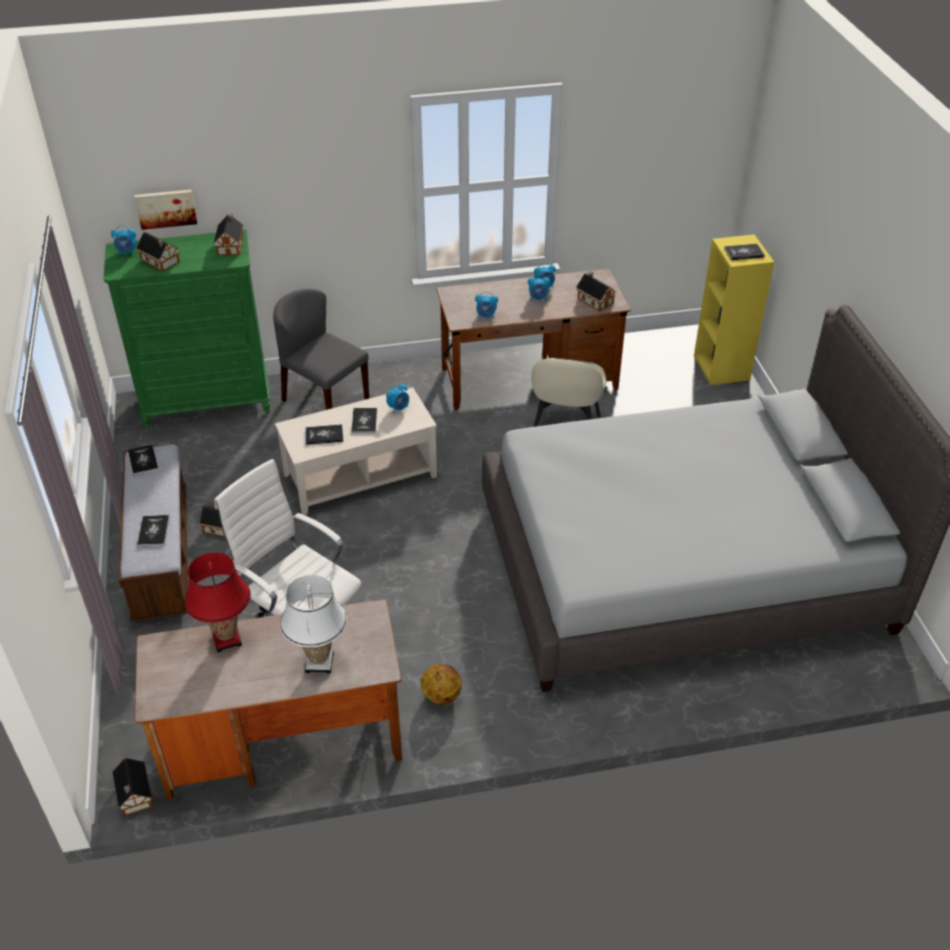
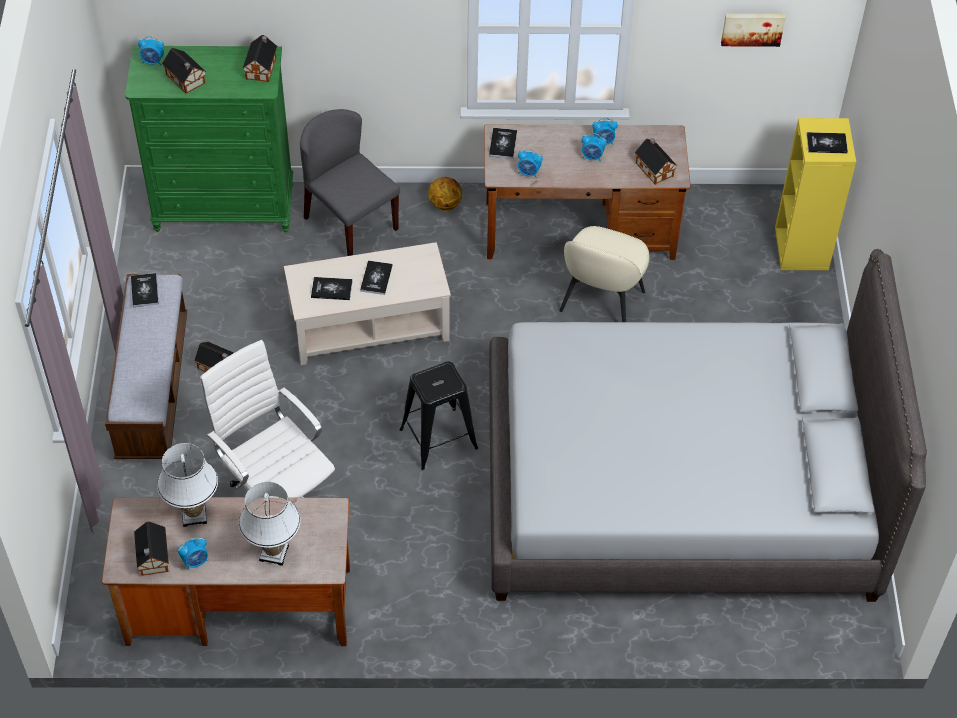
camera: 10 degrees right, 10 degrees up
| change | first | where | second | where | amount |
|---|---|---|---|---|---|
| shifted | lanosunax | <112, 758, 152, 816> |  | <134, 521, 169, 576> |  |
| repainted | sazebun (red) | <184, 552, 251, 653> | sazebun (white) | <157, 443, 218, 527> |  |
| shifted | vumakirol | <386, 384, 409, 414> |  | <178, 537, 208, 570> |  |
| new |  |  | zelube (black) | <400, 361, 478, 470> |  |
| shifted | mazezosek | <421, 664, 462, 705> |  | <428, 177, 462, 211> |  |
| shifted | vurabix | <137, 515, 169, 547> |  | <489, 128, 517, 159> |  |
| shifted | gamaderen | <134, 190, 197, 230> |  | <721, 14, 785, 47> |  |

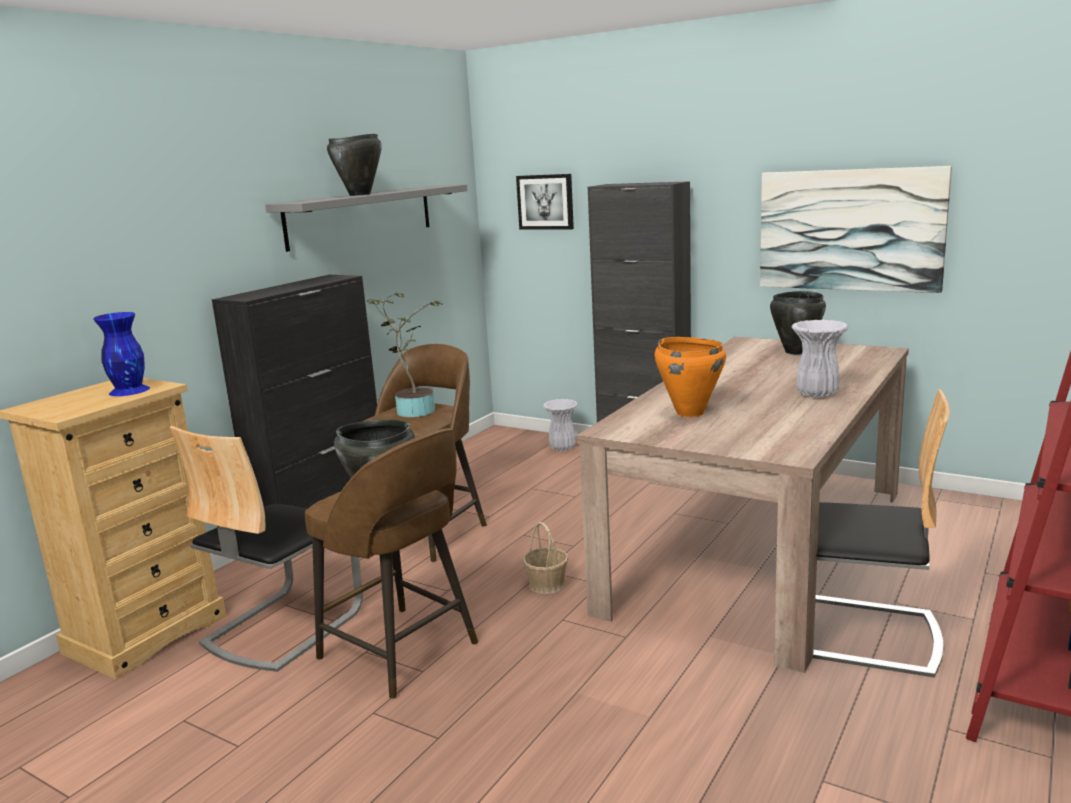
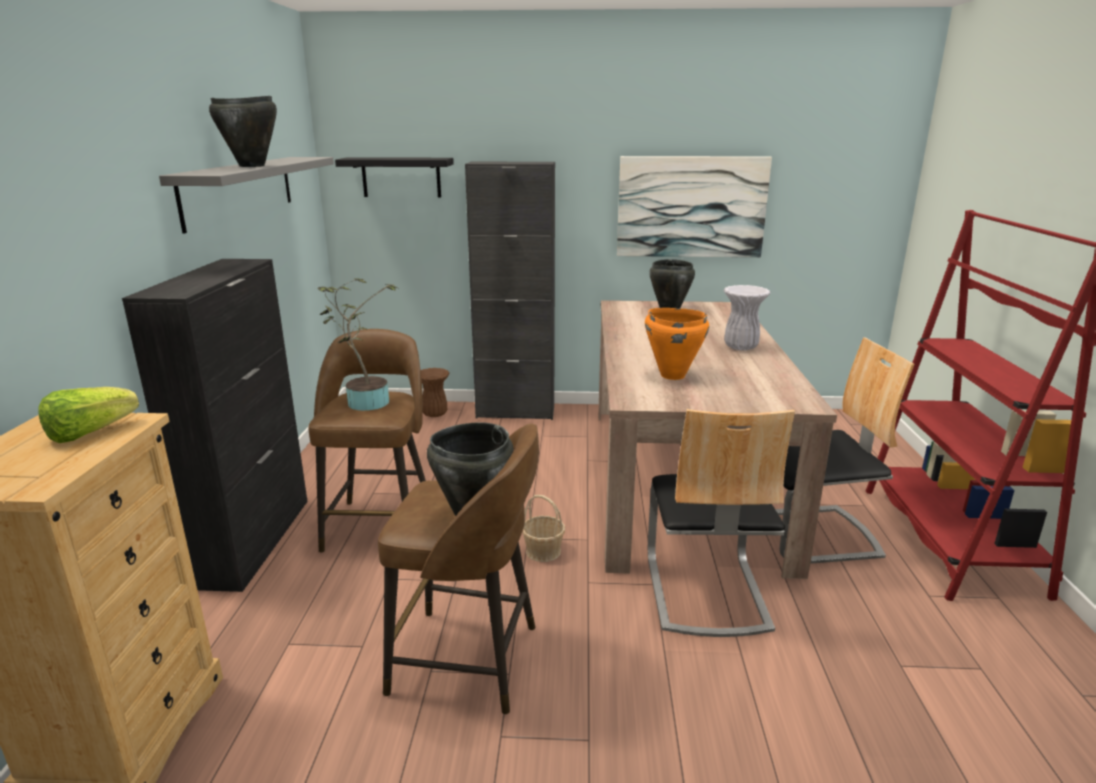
camera: 30 degrees left, 5 degrees up
| change | first | where | second | where | amount |
|---|---|---|---|---|---|
| swapped | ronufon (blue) | <93, 312, 150, 396> | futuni | <38, 387, 139, 443> |  |
| swapped | gamaderen | <516, 174, 574, 230> | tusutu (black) | <335, 157, 454, 197> |  |
| repainted | ronufon (white) | <543, 399, 578, 451> | ronufon (brown) | <421, 368, 450, 417> |  |
| shifted | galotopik | <169, 426, 363, 672> |  | <648, 409, 795, 637> |  |

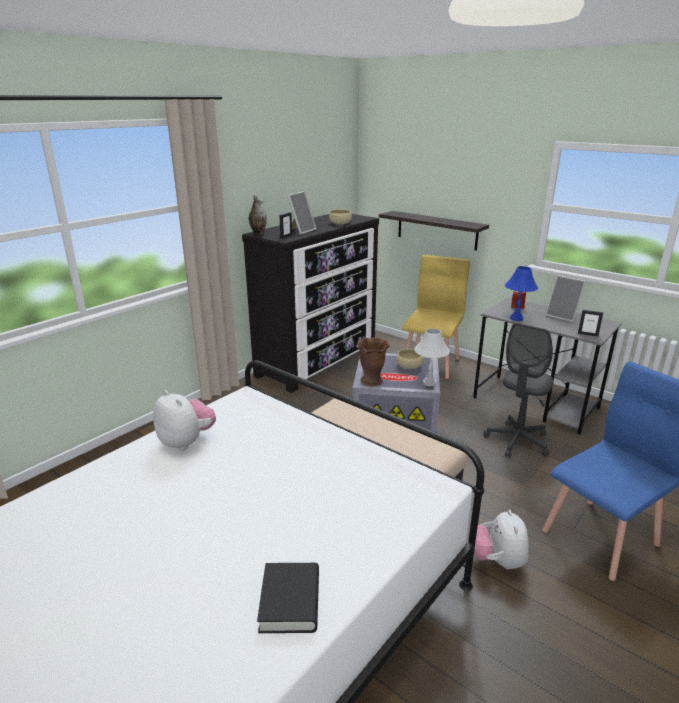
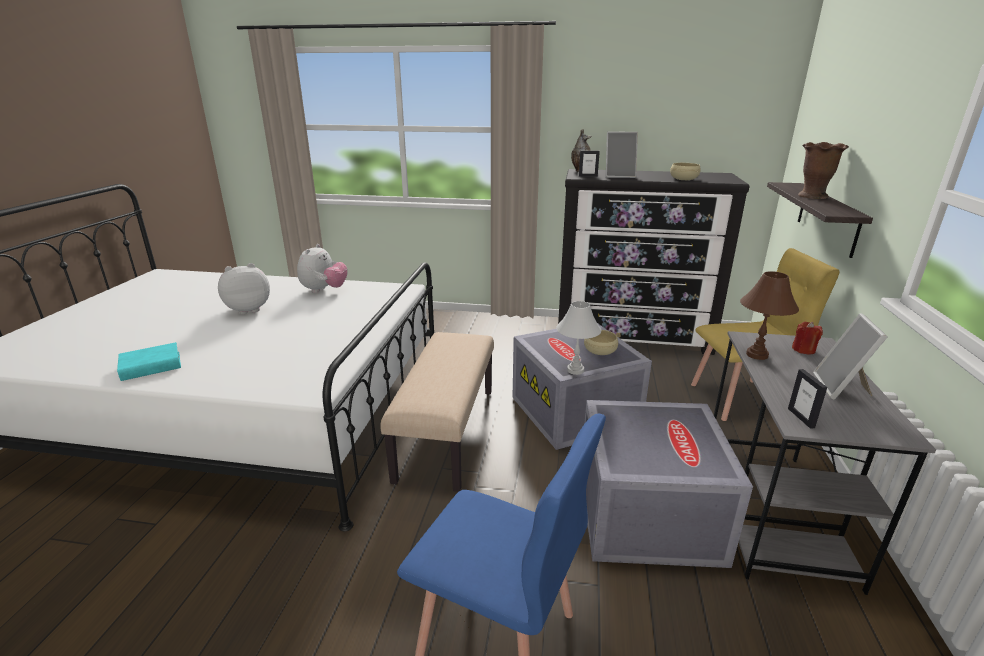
camera: 60 degrees right, 0 degrees up
| change | first | where | second | where | amount |
|---|---|---|---|---|---|
| repainted | vurabix (black) | <257, 563, 319, 633> | vurabix (turquoise) | <117, 342, 181, 381> |  |
| shifted | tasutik | <474, 510, 529, 569> |  | <218, 263, 270, 315> |  |
| swapped | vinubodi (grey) | <484, 323, 553, 458> | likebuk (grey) | <584, 400, 753, 568> |  |
| repainted | sazebun (blue) | <505, 266, 538, 321> | sazebun (brown) | <740, 271, 799, 360> |  |
| shifted | ronufon (brown) | <356, 337, 390, 386> |  | <798, 142, 849, 199> |  |

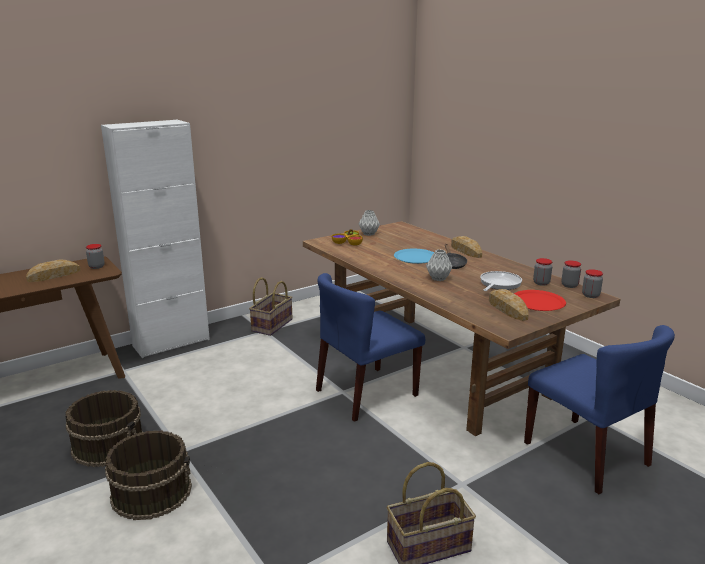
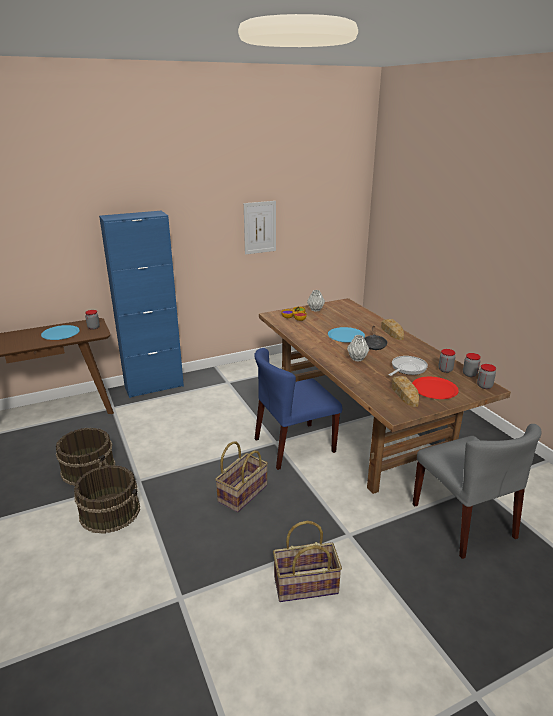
camera: 10 degrees right, 5 degrees up
| change | first | where | second | where | amount |
|---|---|---|---|---|---|
| swapped | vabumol | <26, 259, 81, 282> | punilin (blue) | <41, 325, 80, 340> |  |
| repainted | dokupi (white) | <101, 120, 210, 358> | dokupi (blue) | <99, 211, 184, 398> |  |
| shifted | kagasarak | <249, 277, 293, 336> |  | <215, 441, 268, 512> |  |
| new |  |  | gamaderen | <244, 201, 276, 255> |  |
| repainted | galotopik (blue) | <524, 325, 675, 494> | galotopik (grey) | <413, 424, 541, 559> |  |

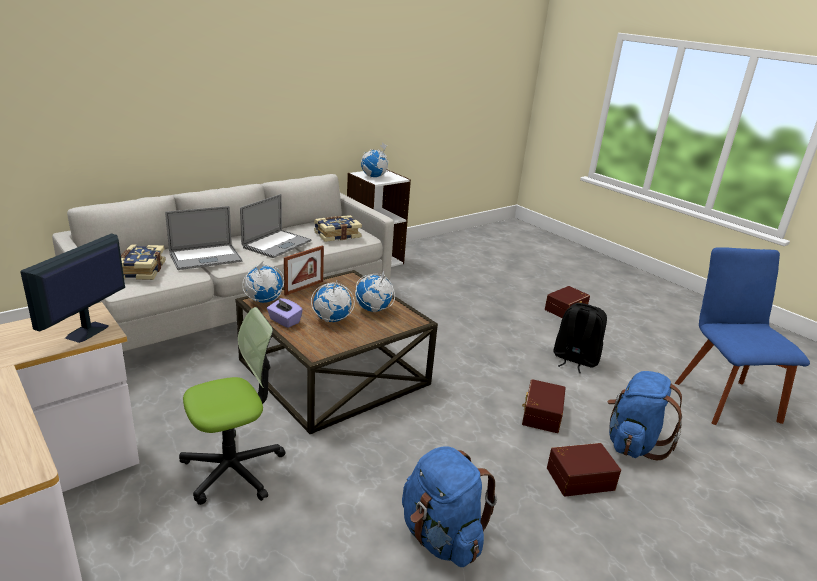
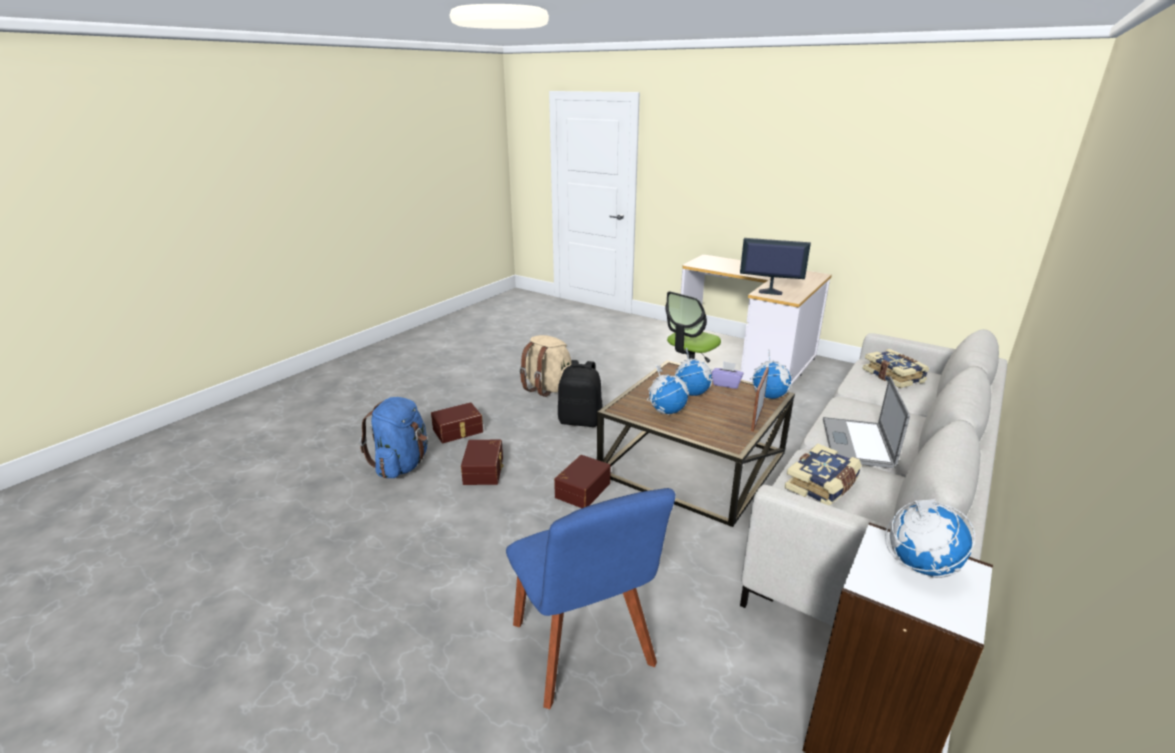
camera: 165 degrees right, 0 degrees up
| change | first | where | second | where | amount |
|---|---|---|---|---|---|
| shifted | galotopik (blue) | <675, 247, 810, 425> |  | <506, 488, 675, 709> |  |
| repainted | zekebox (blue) | <402, 447, 497, 567> | zekebox (beige) | <519, 335, 572, 397> |  |
| shifted | likebuk (brown) | <545, 286, 590, 318> |  | <554, 455, 611, 508> |  |
| shifted | zekebox (black) | <553, 303, 607, 373> |  | <558, 360, 603, 427> |  |
| rotated | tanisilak | <20, 234, 125, 343> |  | <740, 238, 811, 295> | 75 degrees counterclockwise |
| gone | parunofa | <165, 206, 242, 270> |  |  |  |

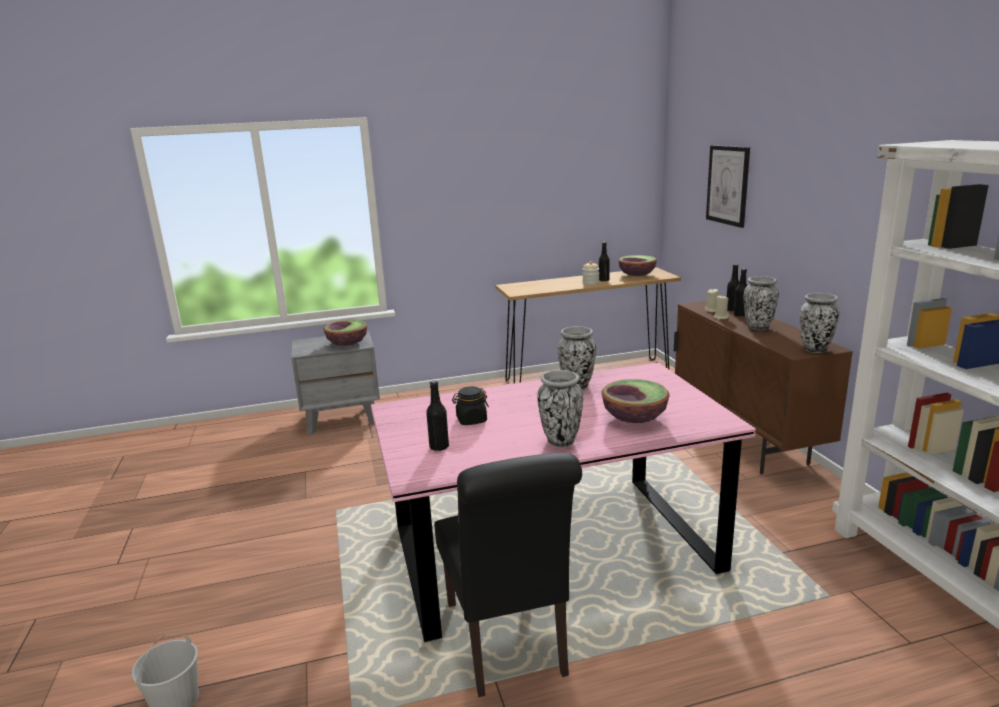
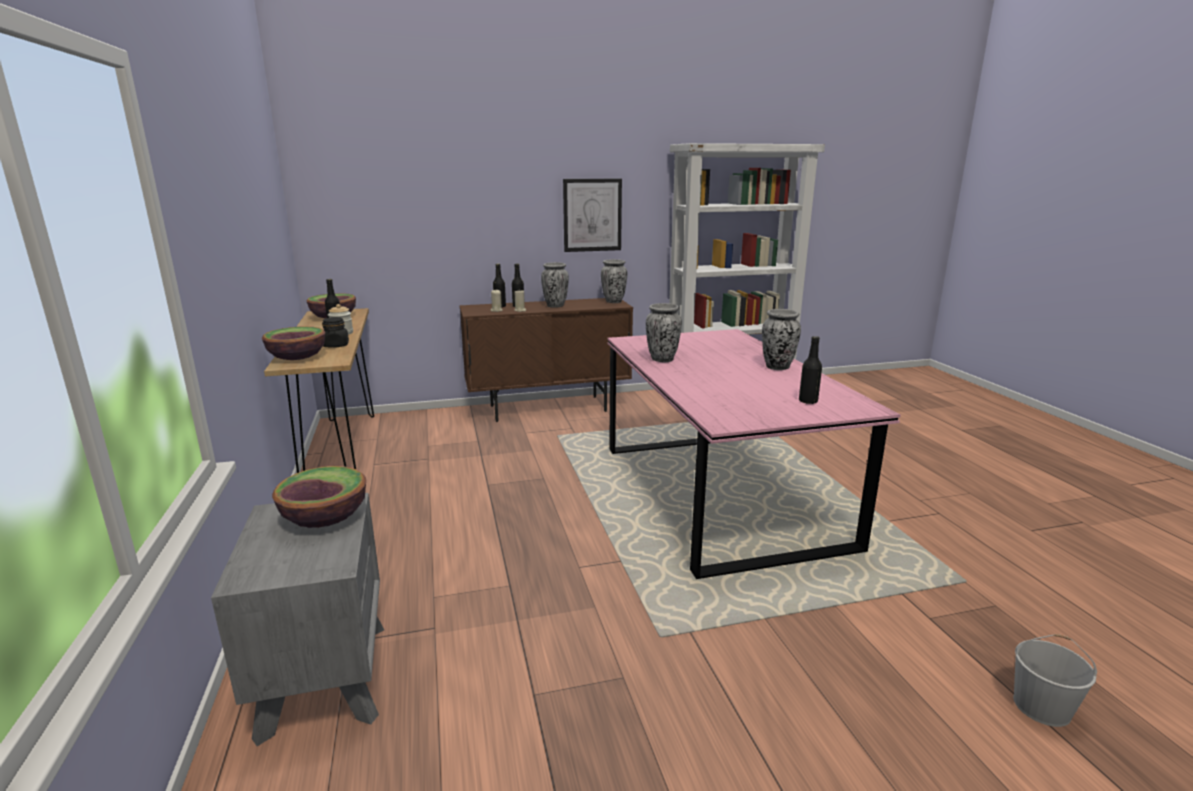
camera: 90 degrees left, 0 degrees up
| change | first | where | second | where | amount |
|---|---|---|---|---|---|
| shifted | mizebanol | <601, 379, 670, 423> |  | <262, 326, 325, 360> |  |
| shifted | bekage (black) | <452, 387, 489, 425> |  | <322, 317, 349, 348> |  |
| shifted | gamaderen | <706, 145, 750, 228> |  | <563, 179, 622, 252> |  |
| gone | galotopik (black) | <434, 453, 582, 697> |  |  |  |

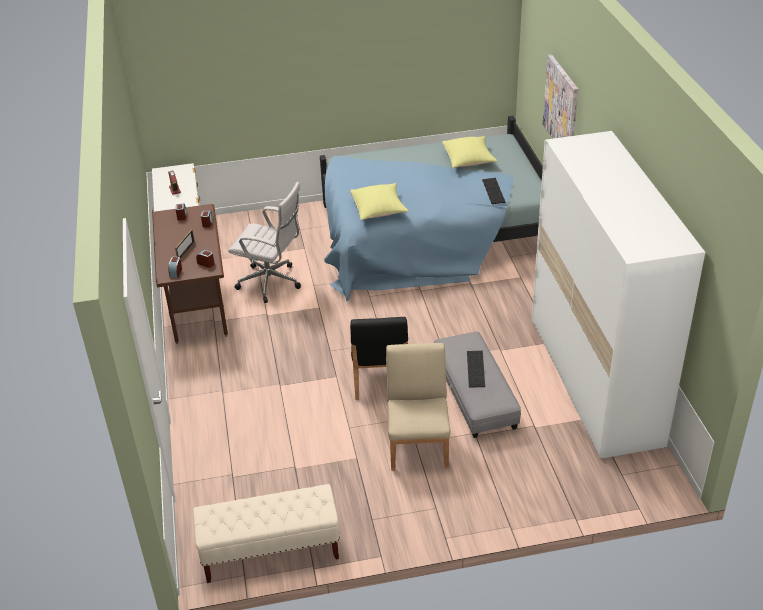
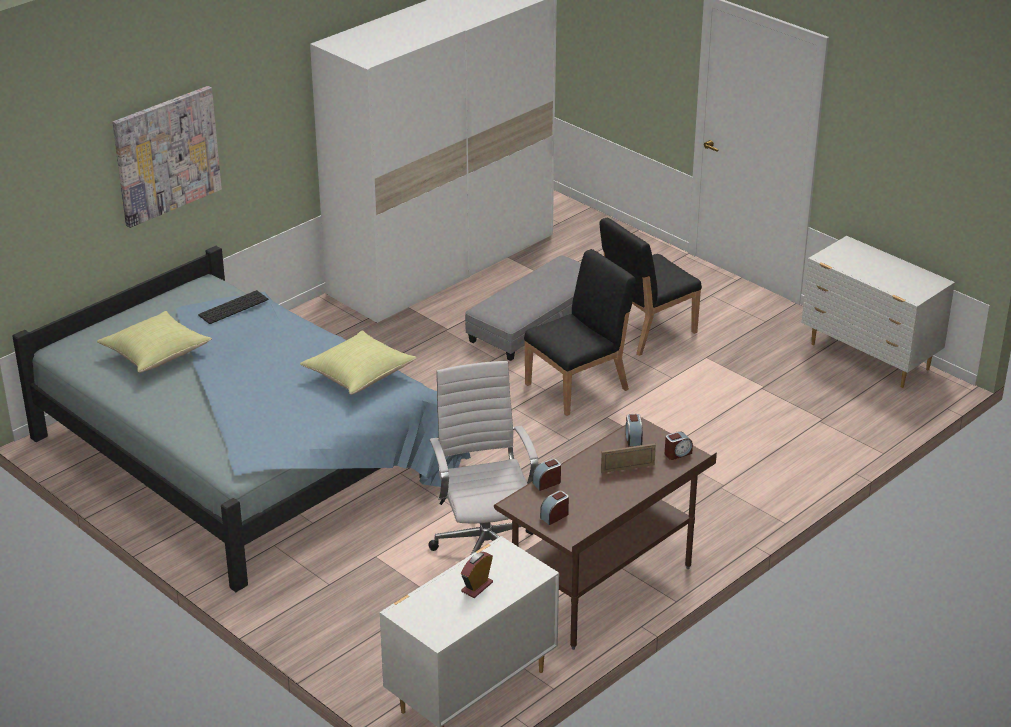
camera: 125 degrees left, 5 degrees down
| change | first | where | second | where | amount |
|---|---|---|---|---|---|
| repainted | galotopik (beige) | <386, 343, 450, 471> | galotopik (black) | <600, 218, 702, 356> |  |
| swapped | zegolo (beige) | <193, 484, 340, 583> | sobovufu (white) | <801, 236, 955, 388> |  |
| gone | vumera | <467, 351, 485, 388> |  |  |  |

